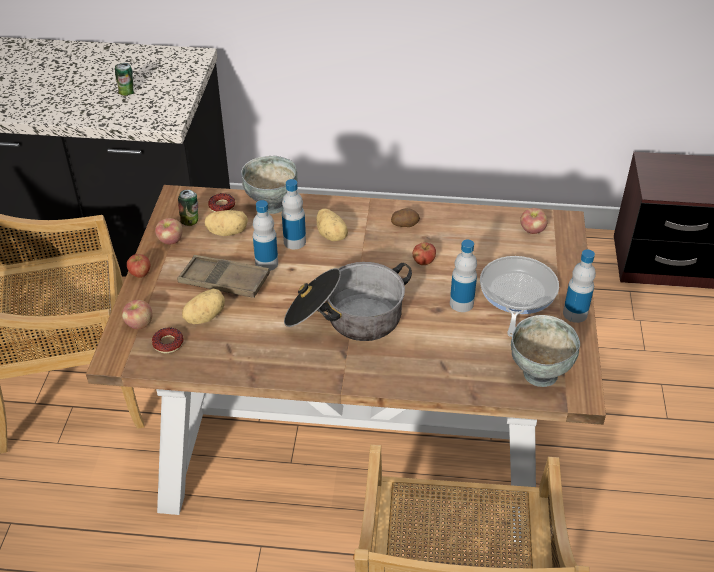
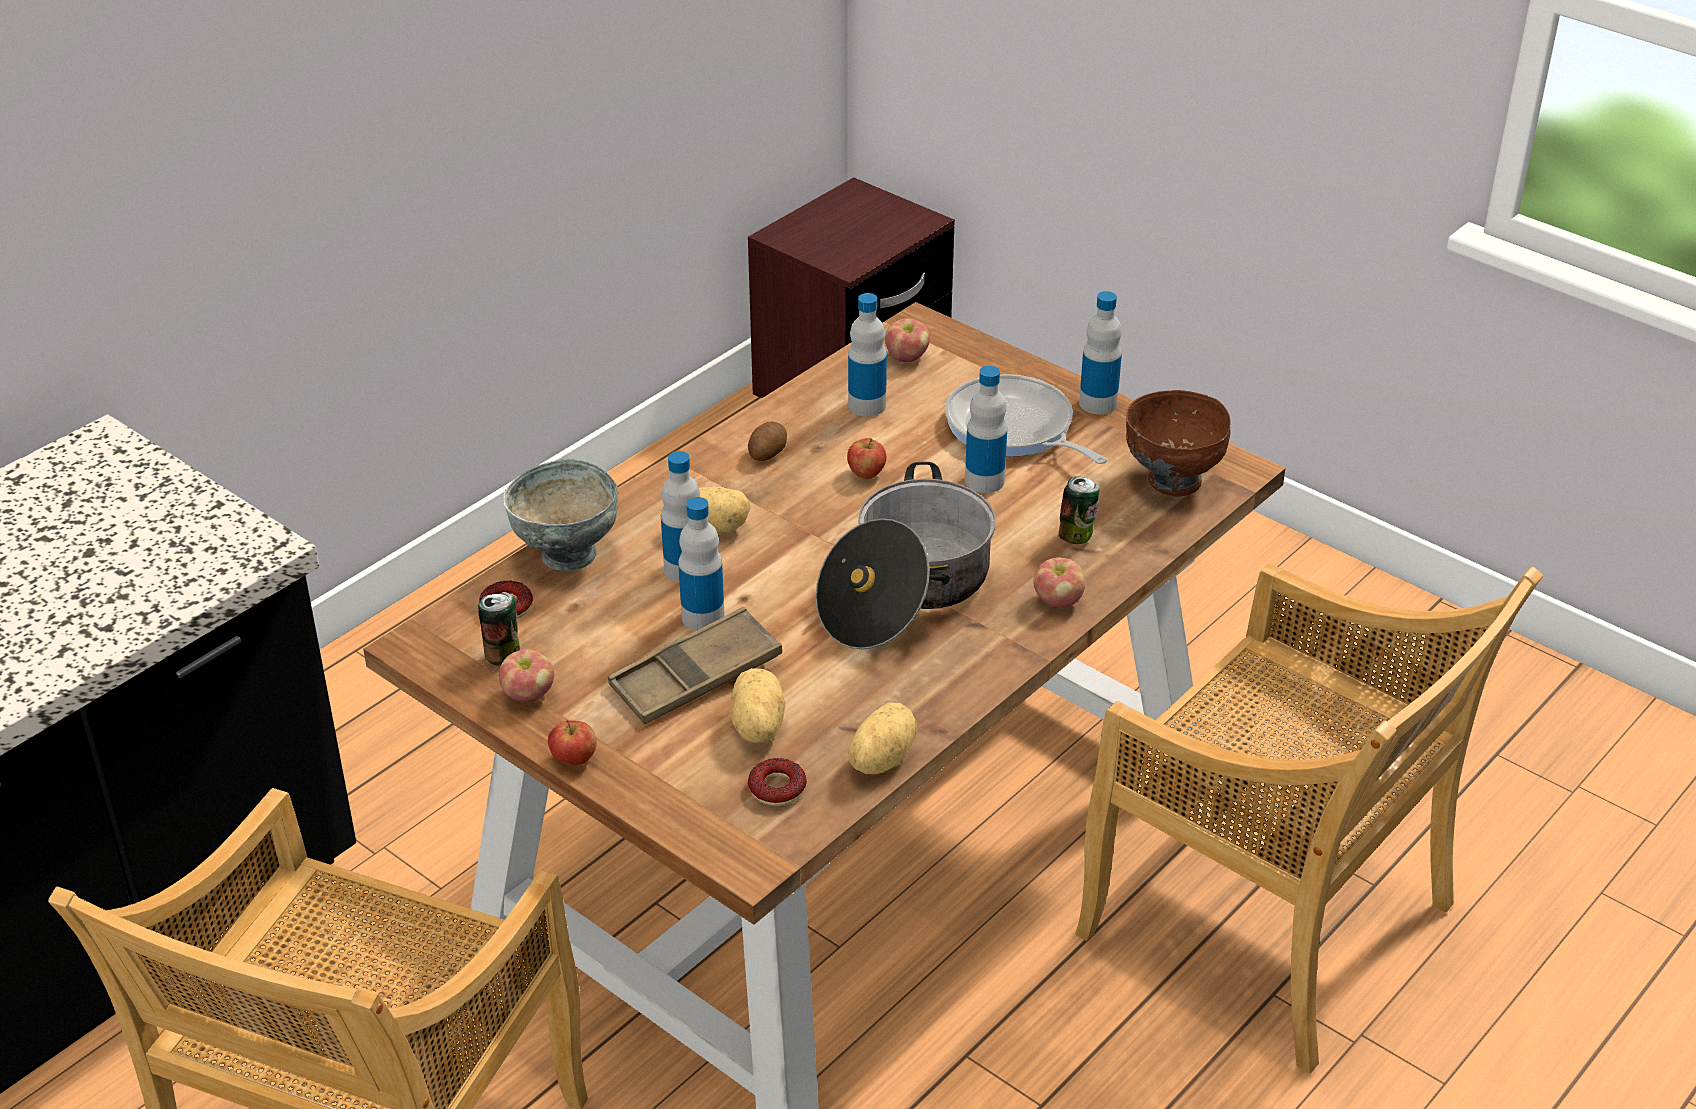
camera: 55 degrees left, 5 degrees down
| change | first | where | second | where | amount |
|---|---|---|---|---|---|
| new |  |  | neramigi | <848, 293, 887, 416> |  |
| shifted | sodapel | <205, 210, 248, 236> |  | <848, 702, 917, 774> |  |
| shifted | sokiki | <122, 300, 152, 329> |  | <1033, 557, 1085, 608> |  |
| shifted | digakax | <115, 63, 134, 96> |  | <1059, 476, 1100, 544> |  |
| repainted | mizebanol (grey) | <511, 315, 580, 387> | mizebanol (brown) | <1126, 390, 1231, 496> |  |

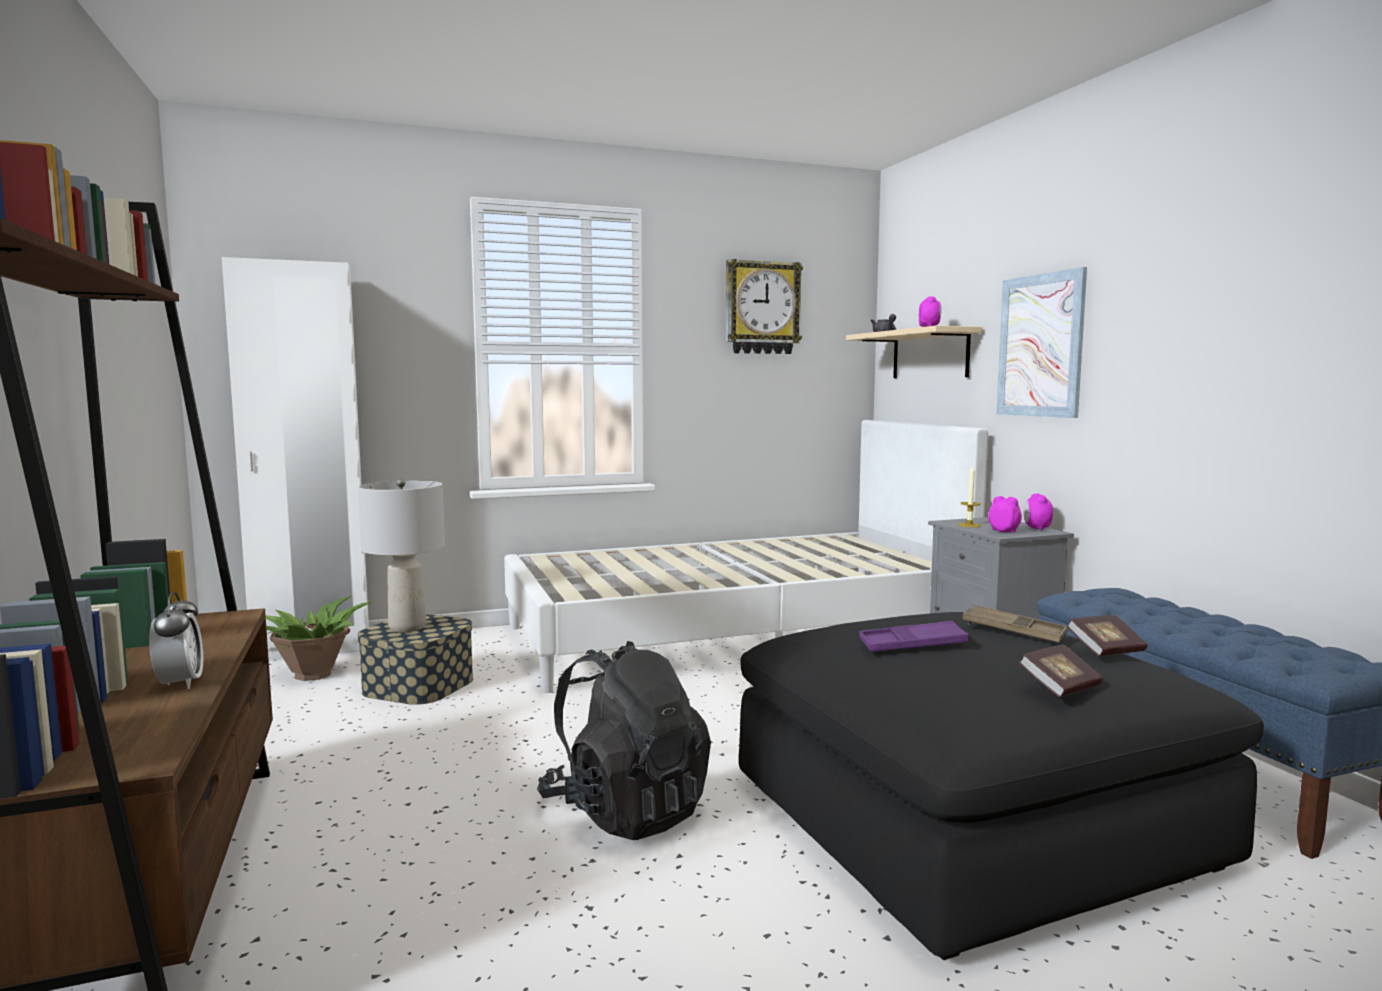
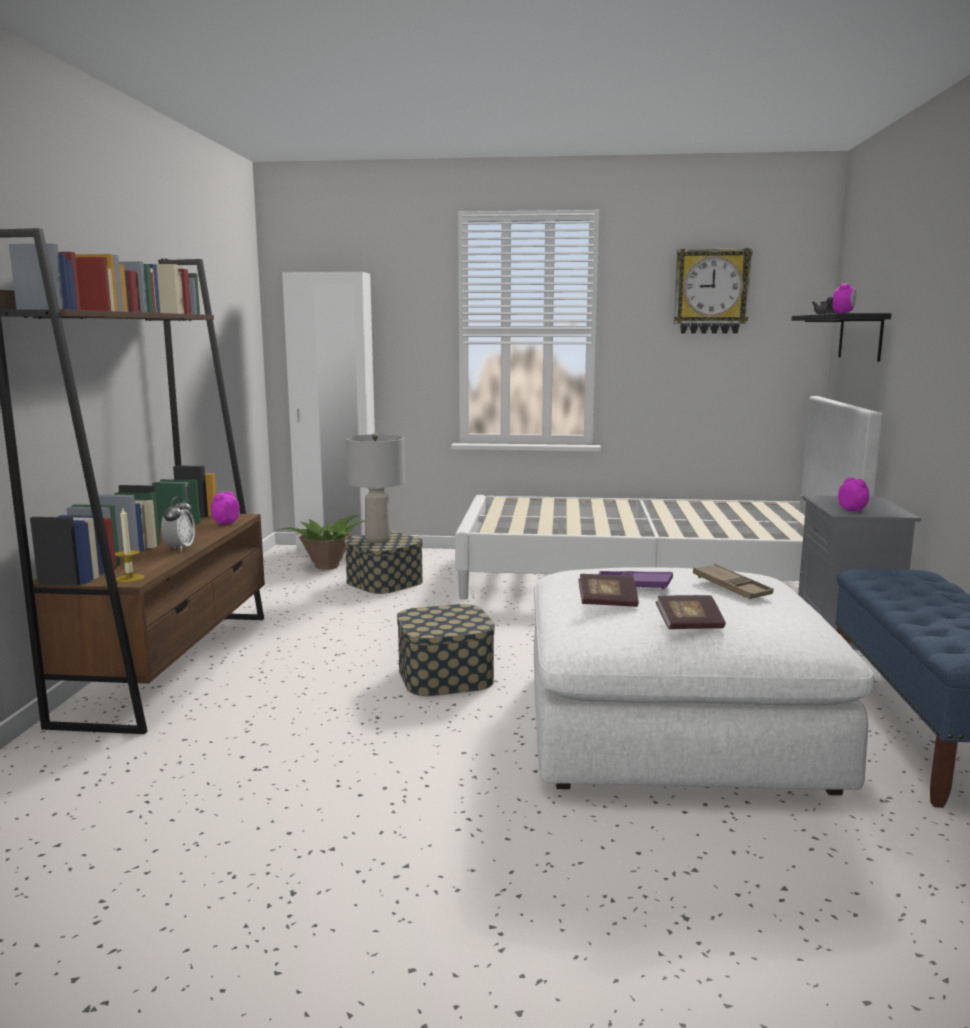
camera: 25 degrees right, 5 degrees up
| change | first | where | second | where | amount |
|---|---|---|---|---|---|
| shifted | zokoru | <958, 466, 981, 527> |  | <115, 508, 144, 583> |  |
| shifted | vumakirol | <1024, 494, 1053, 530> |  | <211, 491, 240, 525> |  |
| swapped | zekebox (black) | <537, 641, 711, 840> | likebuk | <397, 604, 495, 696> |  |
| repainted | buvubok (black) | <739, 612, 1264, 960> | buvubok (white) | <534, 567, 874, 795> |  |
| shifted | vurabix | <1067, 615, 1147, 656> |  | <578, 574, 639, 607> |  |
| repainted | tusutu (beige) | <846, 326, 983, 378> | tusutu (black) | <792, 313, 891, 362> |  |
| gone | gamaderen | <996, 267, 1087, 418> |  |  |  |

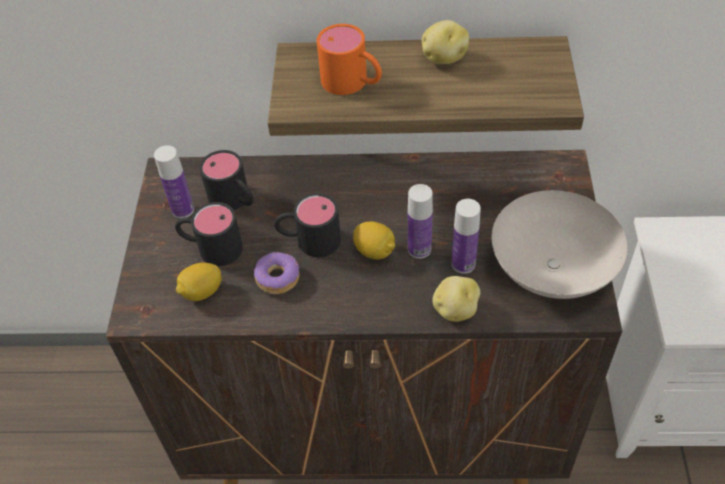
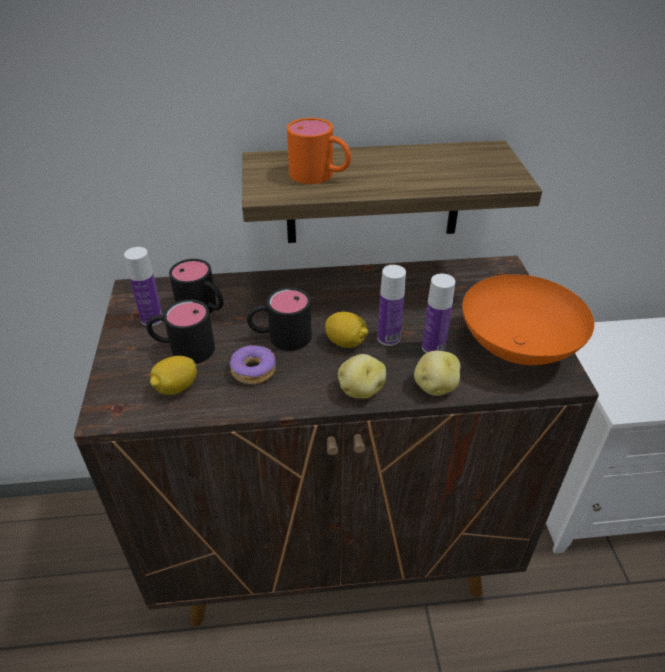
camera: 10 degrees left, 10 degrees down
| change | first | where | second | where | amount |
|---|---|---|---|---|---|
| shifted | sodapel | <422, 20, 469, 64> |  | <338, 354, 386, 398> |  |
| repainted | mizebanol (white) | <491, 190, 627, 299> | mizebanol (orange) | <462, 274, 594, 365> |  |

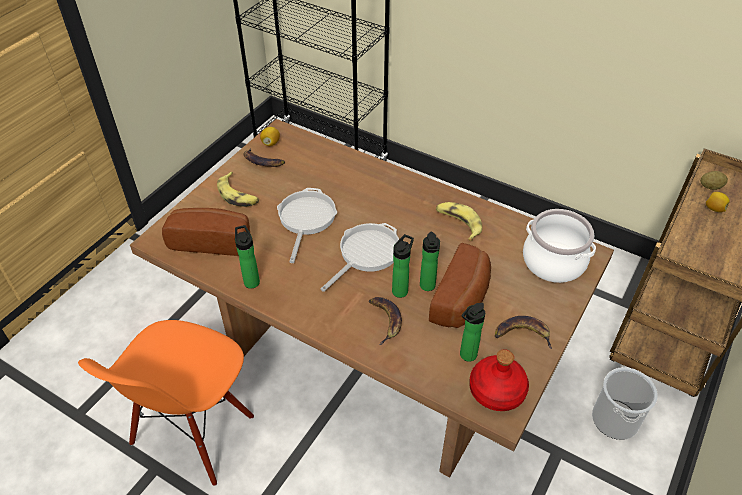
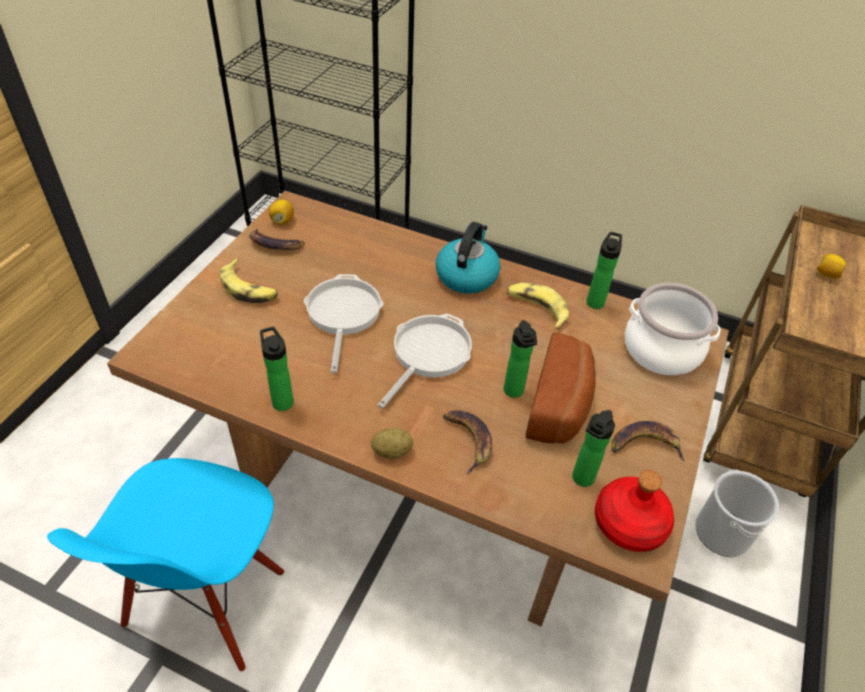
camera: 10 degrees left, 0 degrees up
| change | first | where | second | where | amount |
|---|---|---|---|---|---|
| repainted | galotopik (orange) | <78, 320, 254, 486> | galotopik (blue) | <47, 458, 284, 672> |  |
| shifted | sodapel | <700, 171, 728, 190> |  | <371, 428, 413, 459> |  |
| new |  |  | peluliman | <436, 222, 501, 293> |  |
| shifted | neramigi | <392, 234, 414, 298> |  | <586, 232, 622, 309> |  |
| gone | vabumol | <162, 208, 250, 256> |  |  |  |

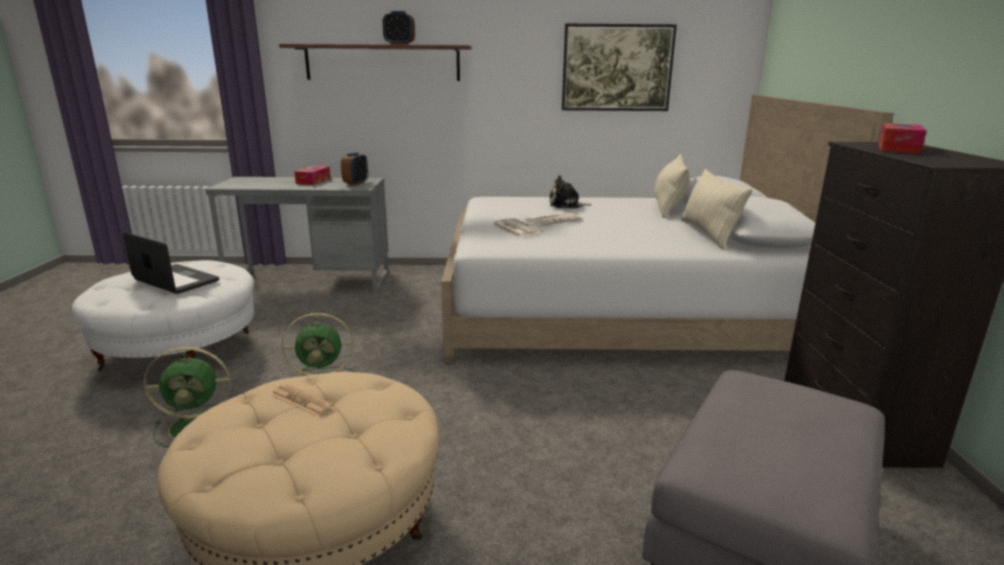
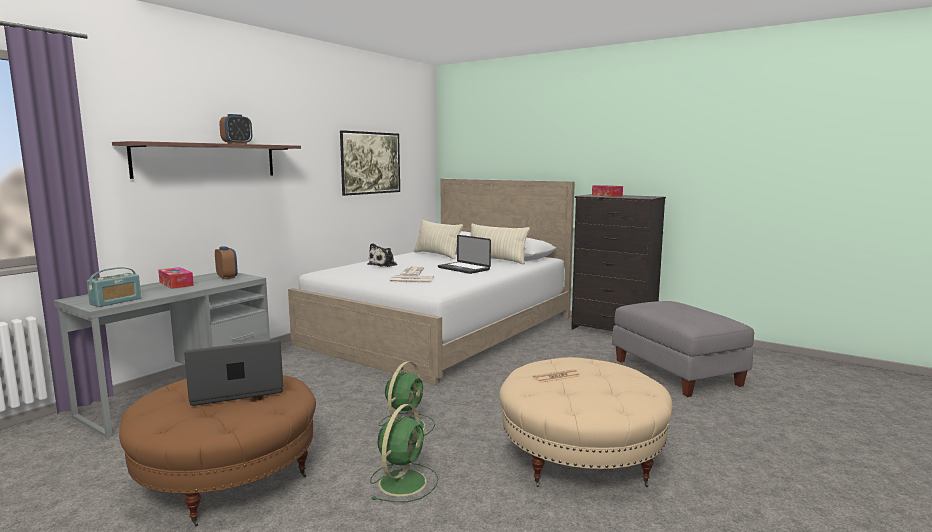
camera: 55 degrees left, 10 degrees down
| change | first | where | second | where | amount |
|---|---|---|---|---|---|
| new |  |  | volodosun | <87, 267, 141, 307> |  |
| repainted | buvubok (white) | <72, 260, 254, 371> | buvubok (brown) | <119, 375, 316, 526> |  |
| new |  |  | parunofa | <438, 235, 491, 274> |  |

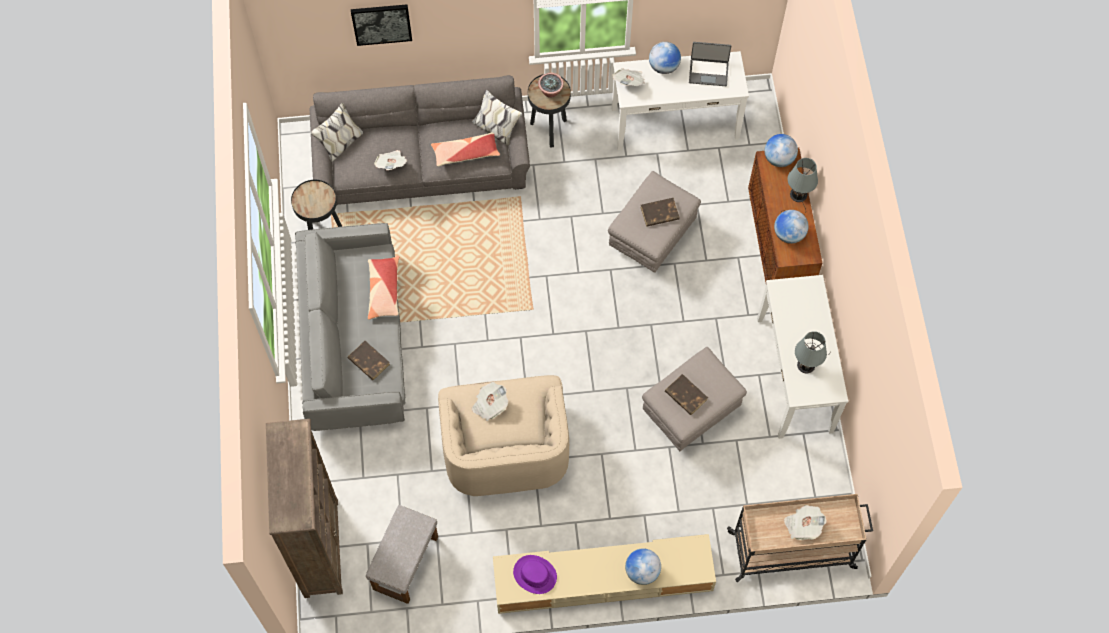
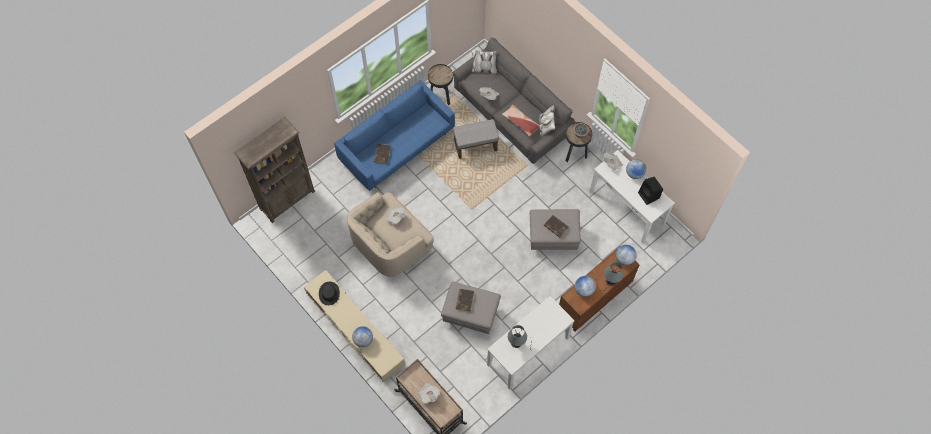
camera: 55 degrees right, 0 degrees up
| change | first | where | second | where | amount |
|---|---|---|---|---|---|
| repainted | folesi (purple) | <513, 555, 557, 594> | folesi (black) | <319, 282, 340, 305> |  |
| repainted | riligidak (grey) | <295, 223, 406, 431> | riligidak (blue) | <334, 80, 455, 191> |  |
| shifted | buvubok (grey) | <366, 505, 438, 604> |  | <453, 119, 499, 159> |  |
| swapped | parunofa | <689, 42, 731, 86> | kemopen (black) | <638, 177, 663, 205> |  |
| gone | gamaderen | <351, 4, 412, 46> |  |  |  |
| gone | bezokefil | <368, 256, 400, 320> |  |  |  |

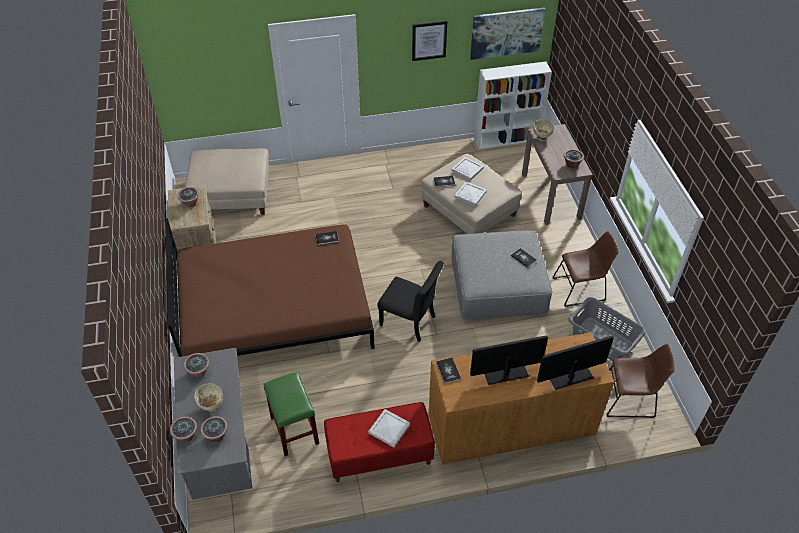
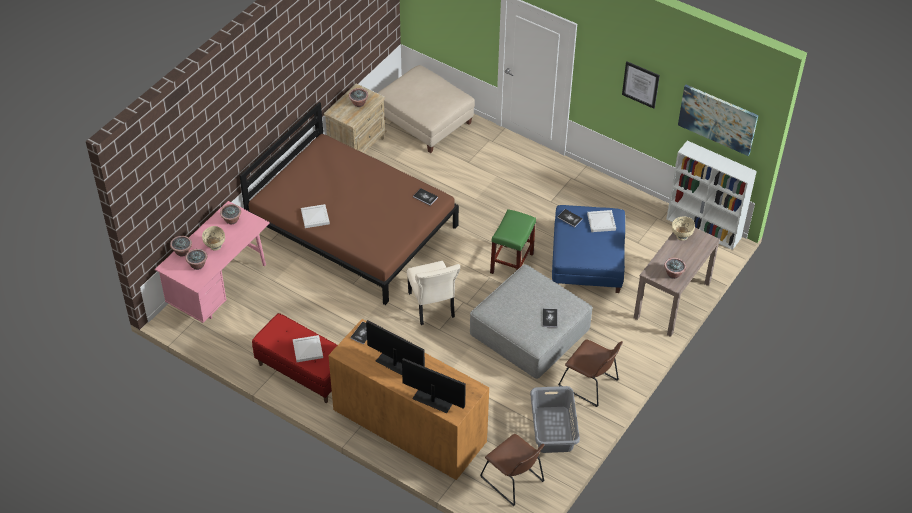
camera: 45 degrees right, 0 degrees up
| change | first | where | second | where | amount |
|---|---|---|---|---|---|
| repainted | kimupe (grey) | <174, 348, 252, 500> | kimupe (pink) | <155, 201, 270, 323> |  |
| shifted | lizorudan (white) | <454, 182, 487, 206> |  | <301, 204, 330, 228> |  |
| repainted | galotopik (black) | <378, 261, 444, 342> | galotopik (beige) | <407, 261, 460, 325> |  |
| shifted | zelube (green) | <263, 372, 319, 456> |  | <490, 209, 536, 274> |  |
| repainted | buvubok (beige) | <421, 154, 522, 234> | buvubok (blue) | <552, 205, 625, 293> |  |

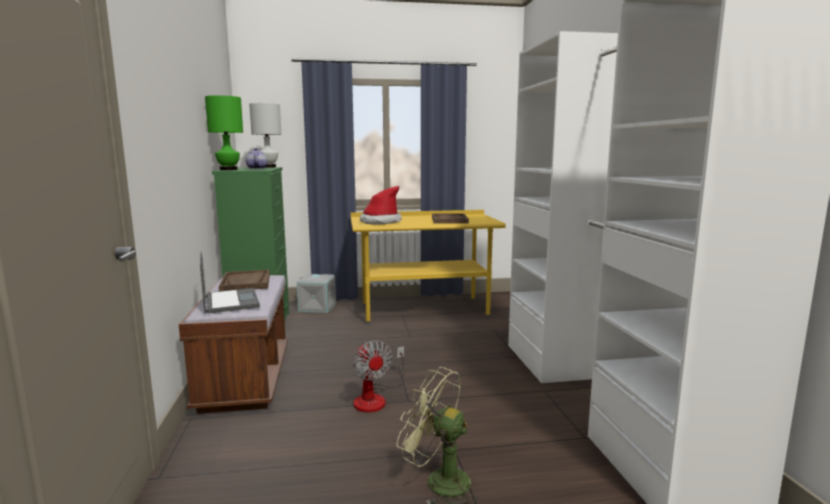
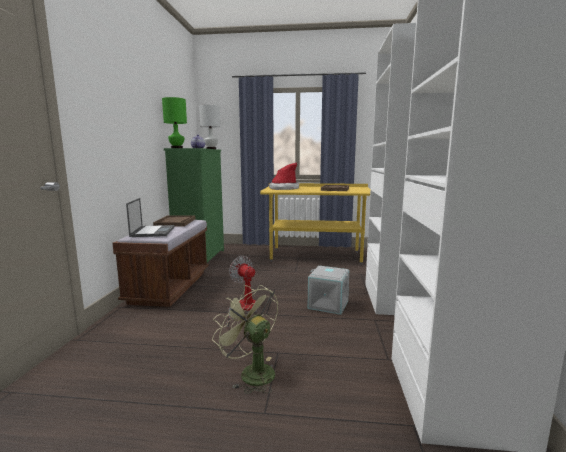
camera: 15 degrees right, 0 degrees up
| change | first | where | second | where | amount |
|---|---|---|---|---|---|
| rotated | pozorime | <353, 341, 405, 412> |  | <226, 256, 257, 328> | 150 degrees clockwise |
| shifted | likebuk (grey) | <297, 274, 336, 313> |  | <307, 266, 349, 315> |  |

